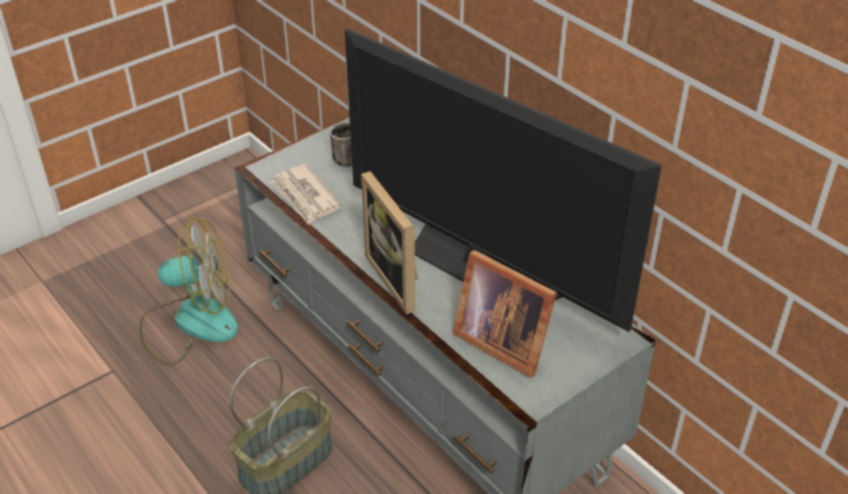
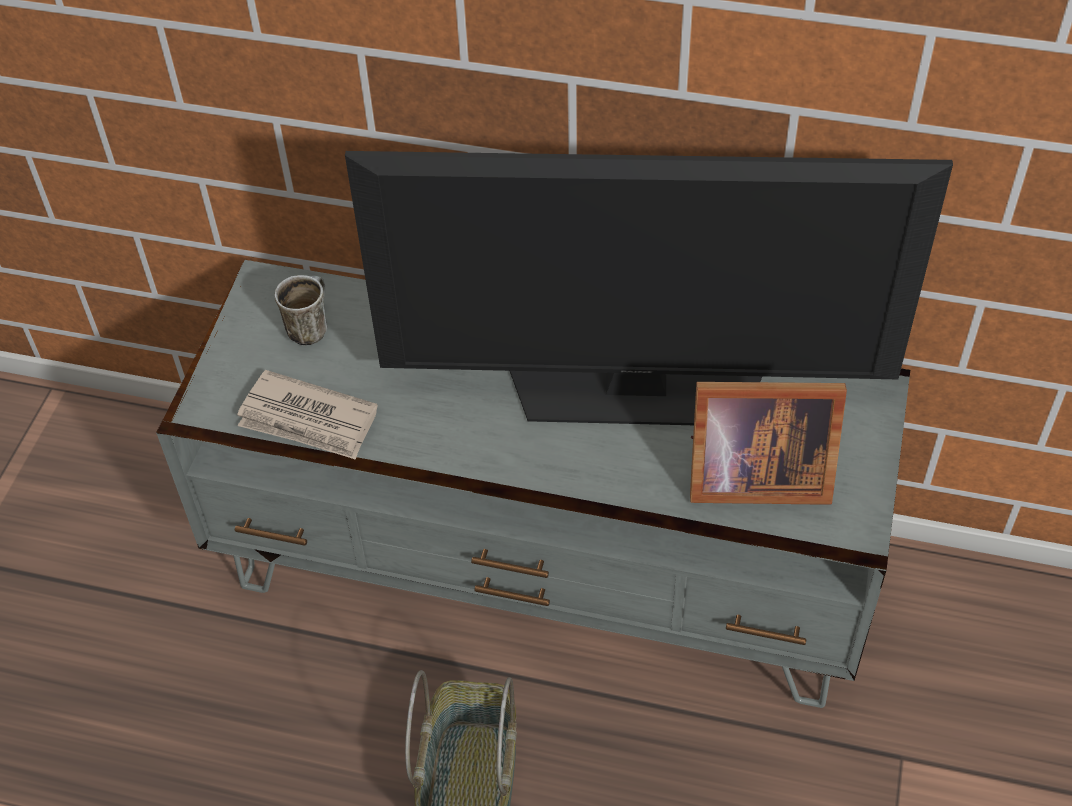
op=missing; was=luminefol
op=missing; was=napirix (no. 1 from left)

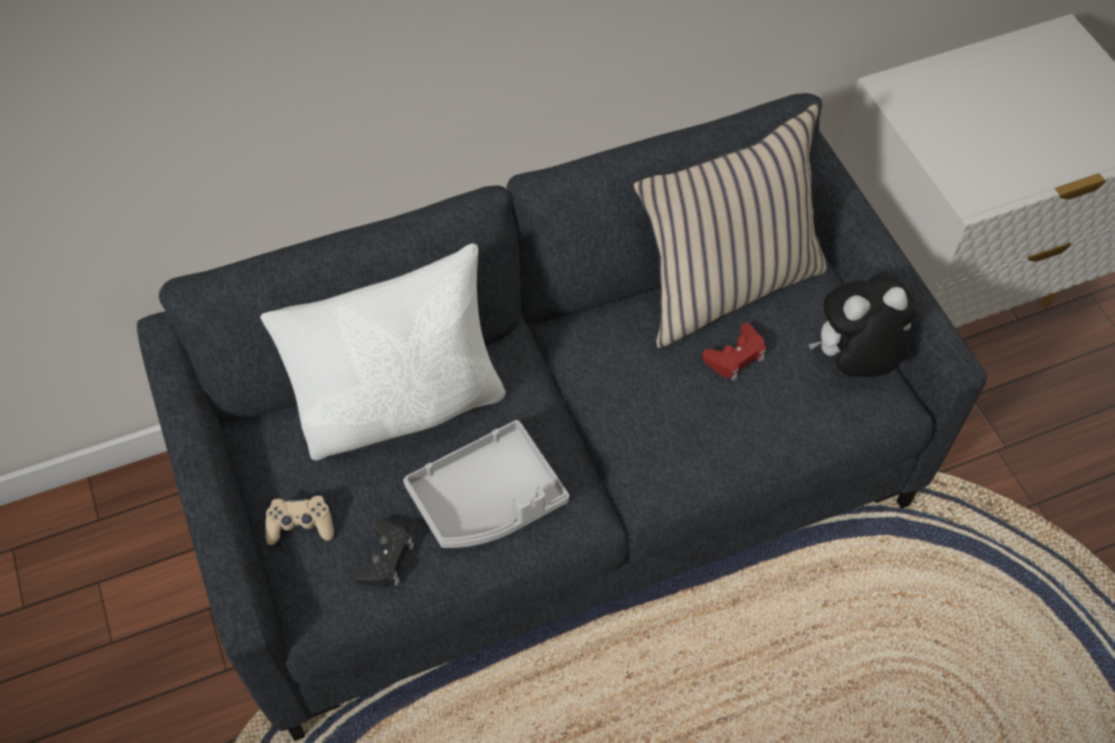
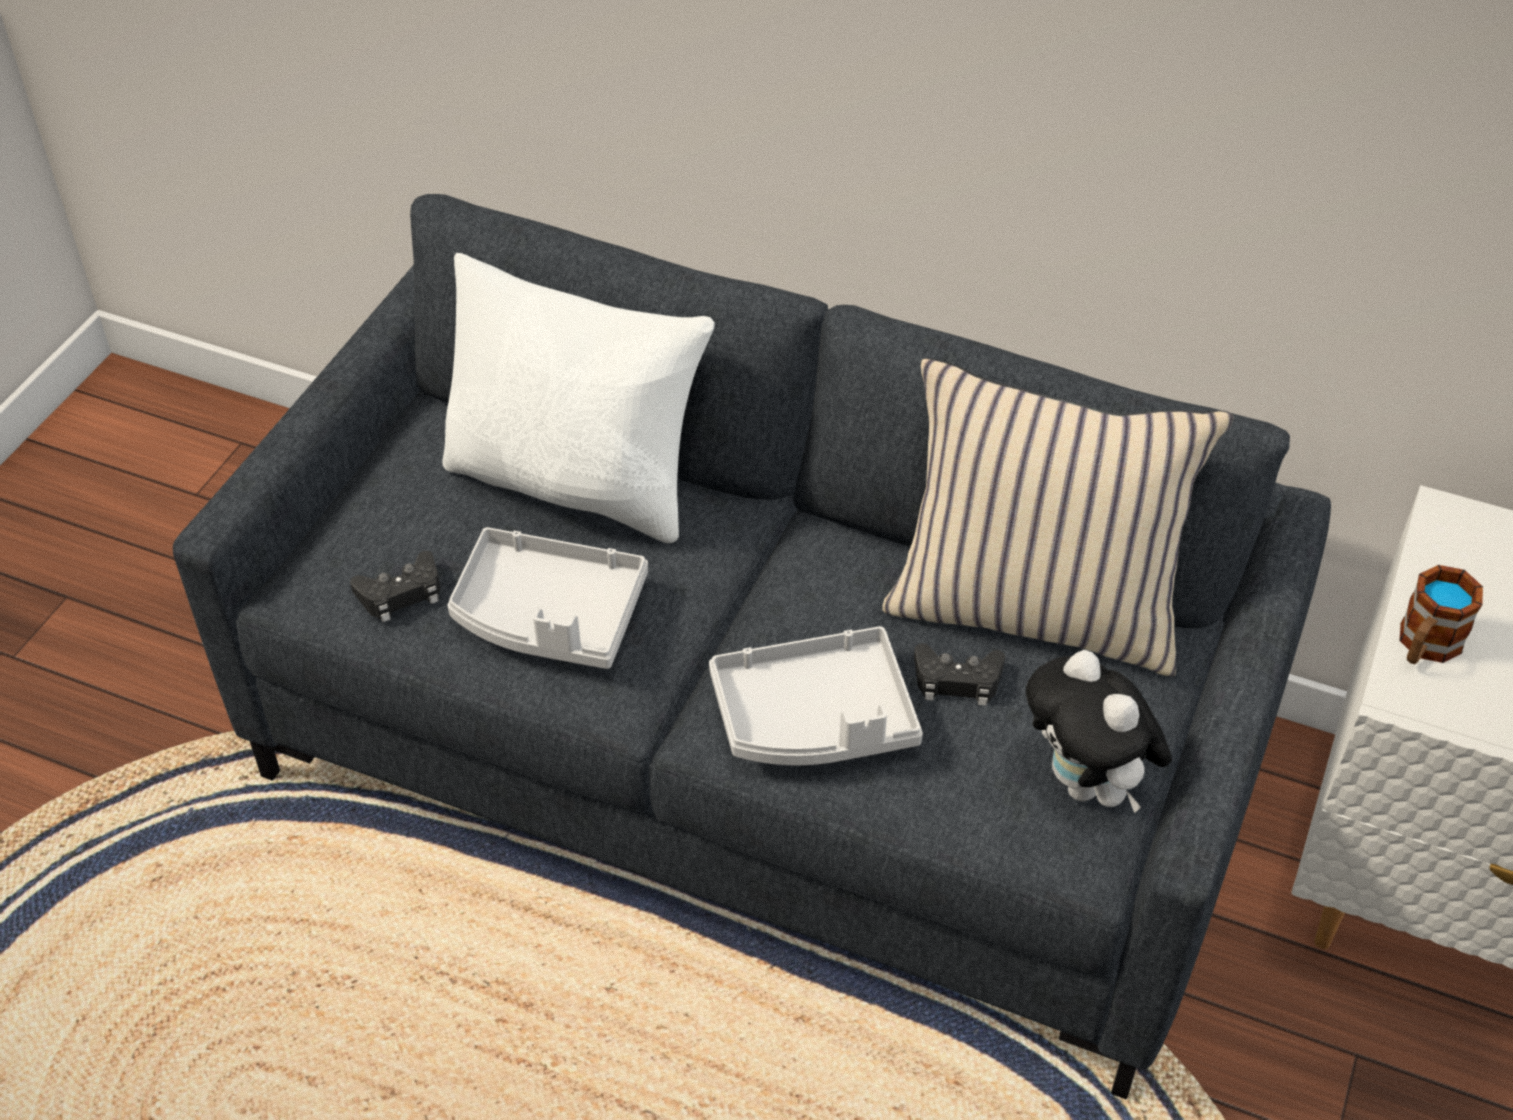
op=missing; was=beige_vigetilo
op=appeared; now=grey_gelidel (no. 2 from left)
op=appeared; now=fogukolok
op=colour; was=red_vigetilo; now=black_vigetilo (no. 2 from left)
op=spun; was=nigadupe; clockwise=-150

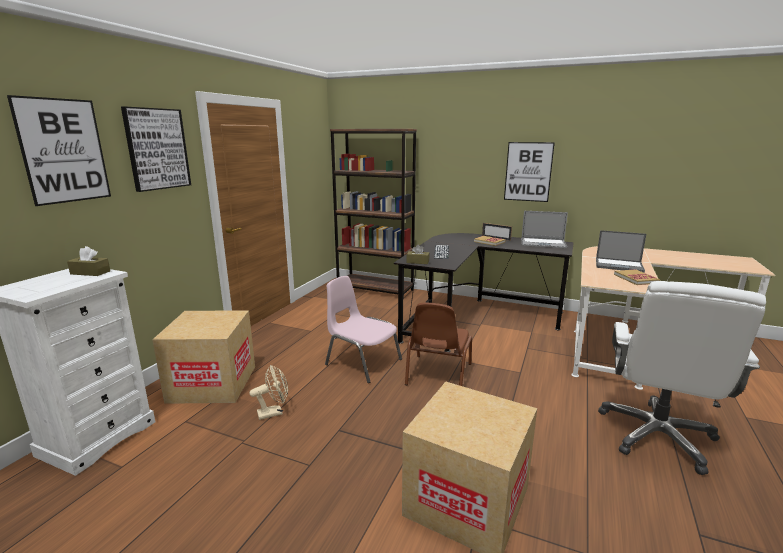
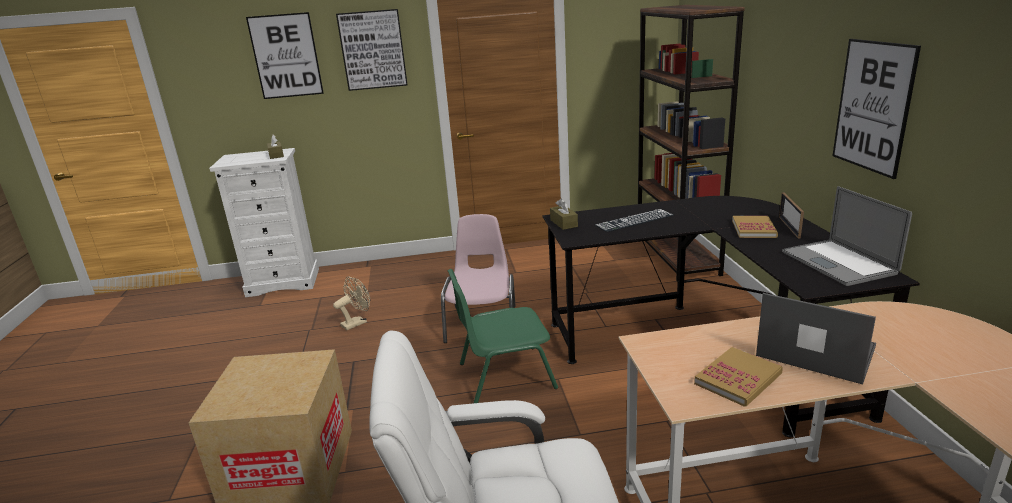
op=missing; was=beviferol (no. 1 from left)
op=colour; was=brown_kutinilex; now=green_kutinilex
op=spun; was=beige_luminefol; clockwise=-75
op=spun; was=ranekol (no. 2 from left in the first image); clockwise=135

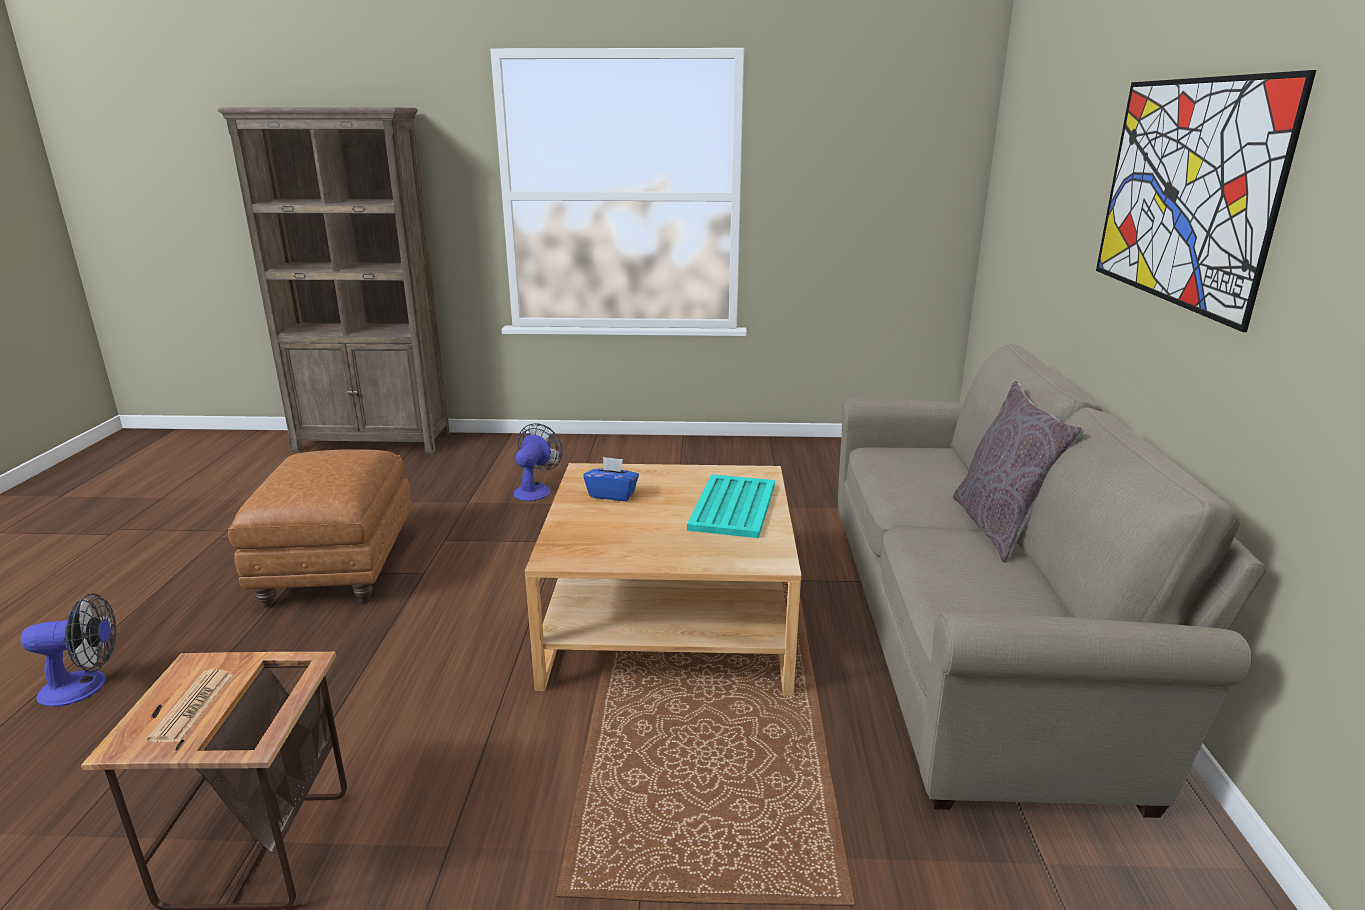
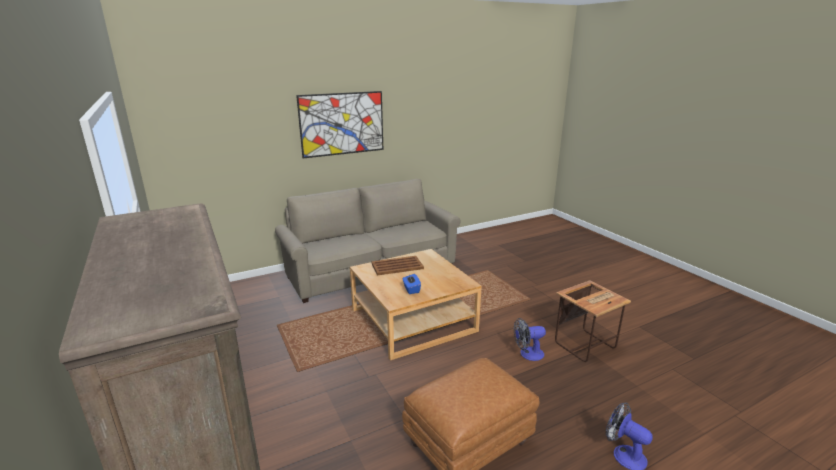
op=missing; was=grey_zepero
op=relocated; was=luminefol (no. 2 from left in the first image); now=luminefol (no. 1 from left)
op=colour; was=turquoise_gelidel; now=brown_gelidel

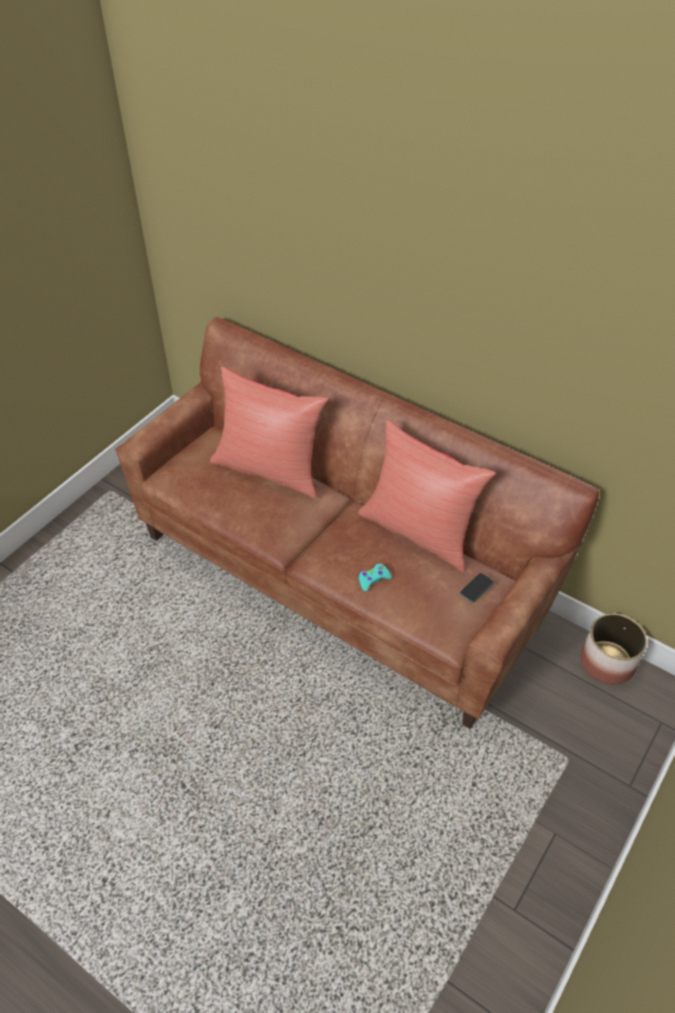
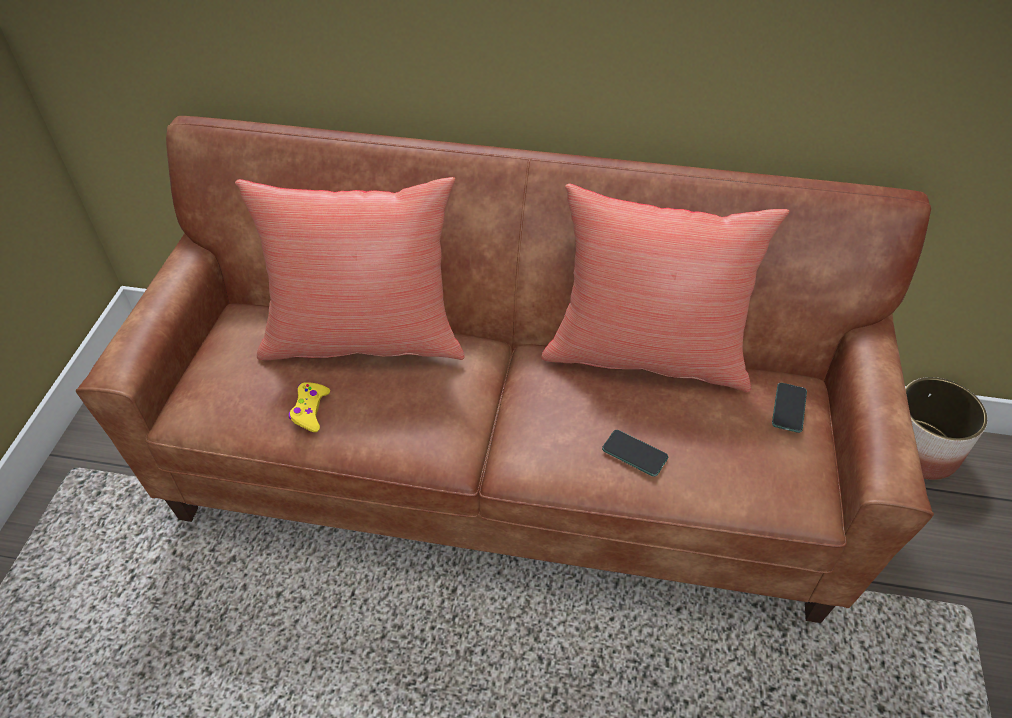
op=appeared; now=yellow_vigetilo
op=exchanged; was=turquoise_vigetilo; now=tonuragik (no. 1 from left)

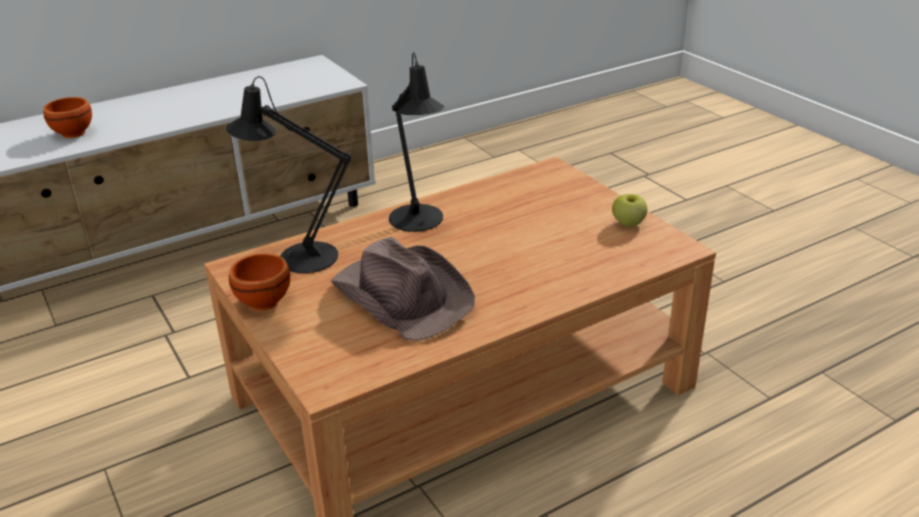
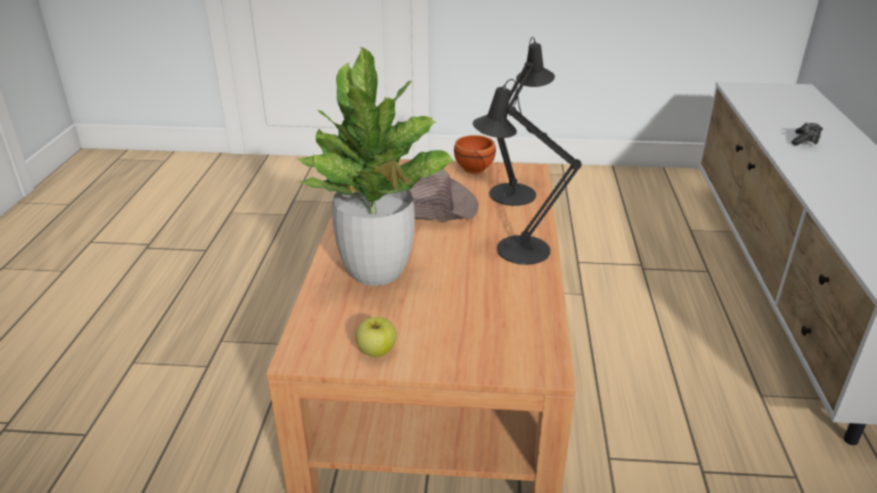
op=appeared; now=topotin
op=exchanged; was=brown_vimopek (no. 1 from left); now=vigetilo

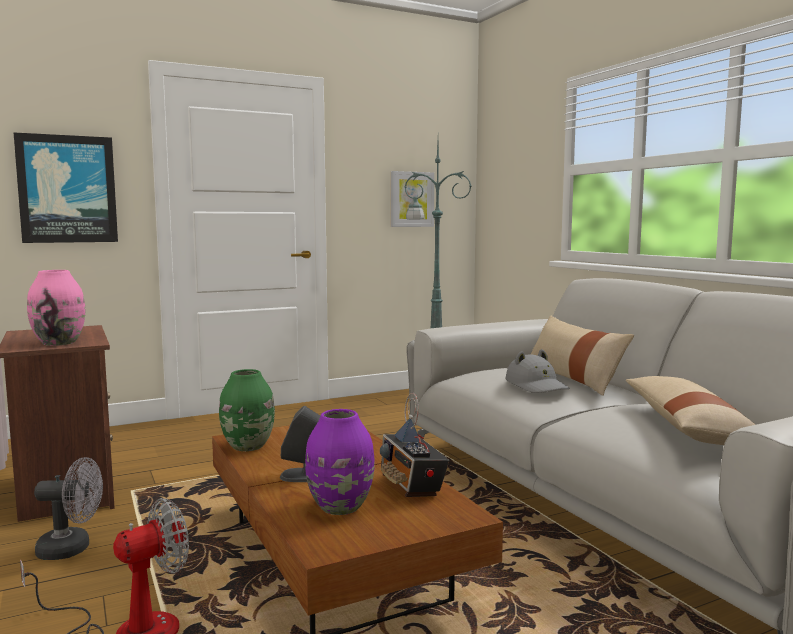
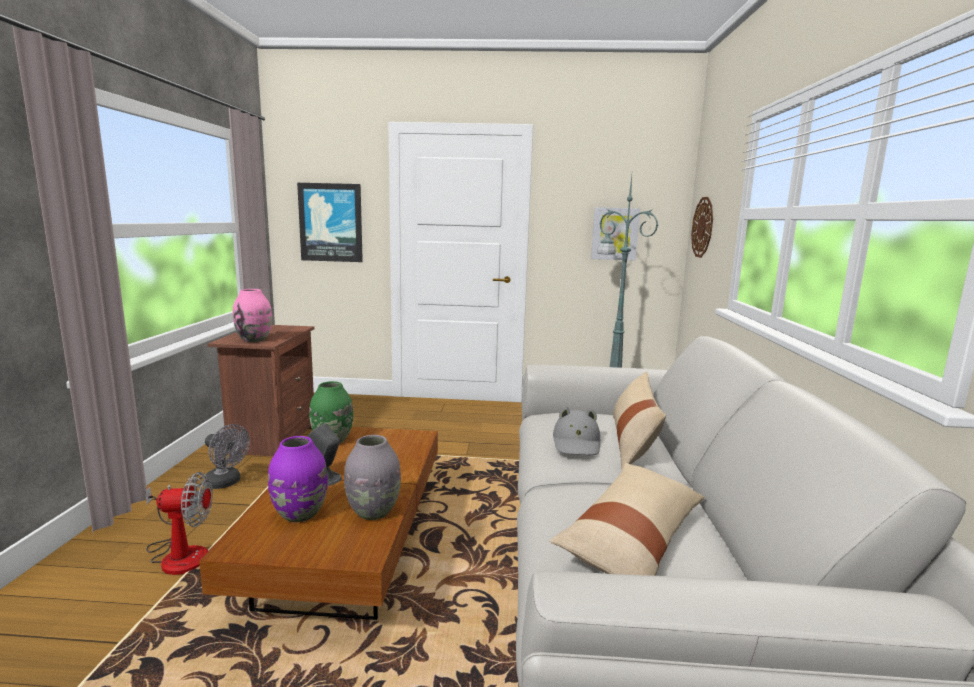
op=appeared; now=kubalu
op=exchanged; was=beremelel; now=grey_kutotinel

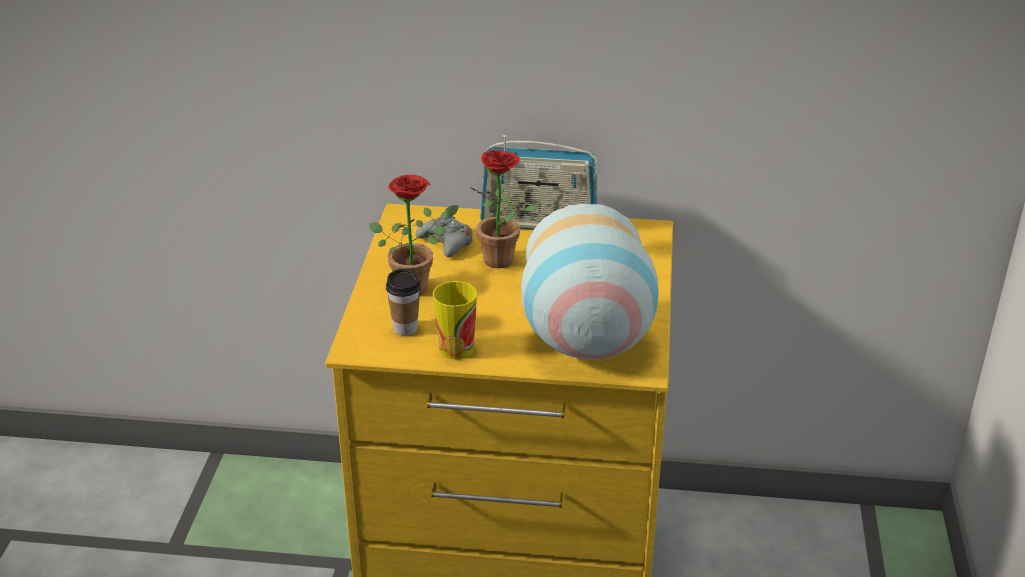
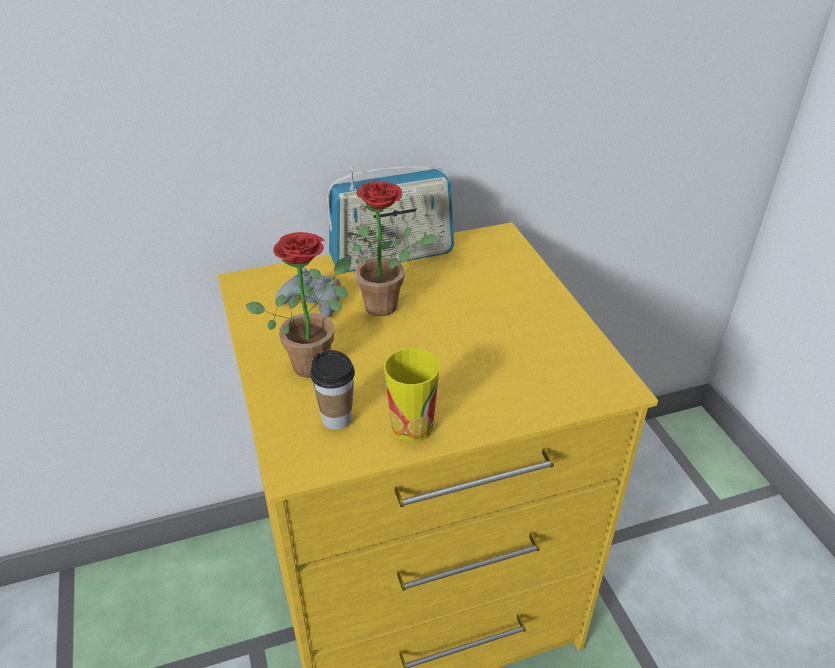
op=missing; was=kutotinel

